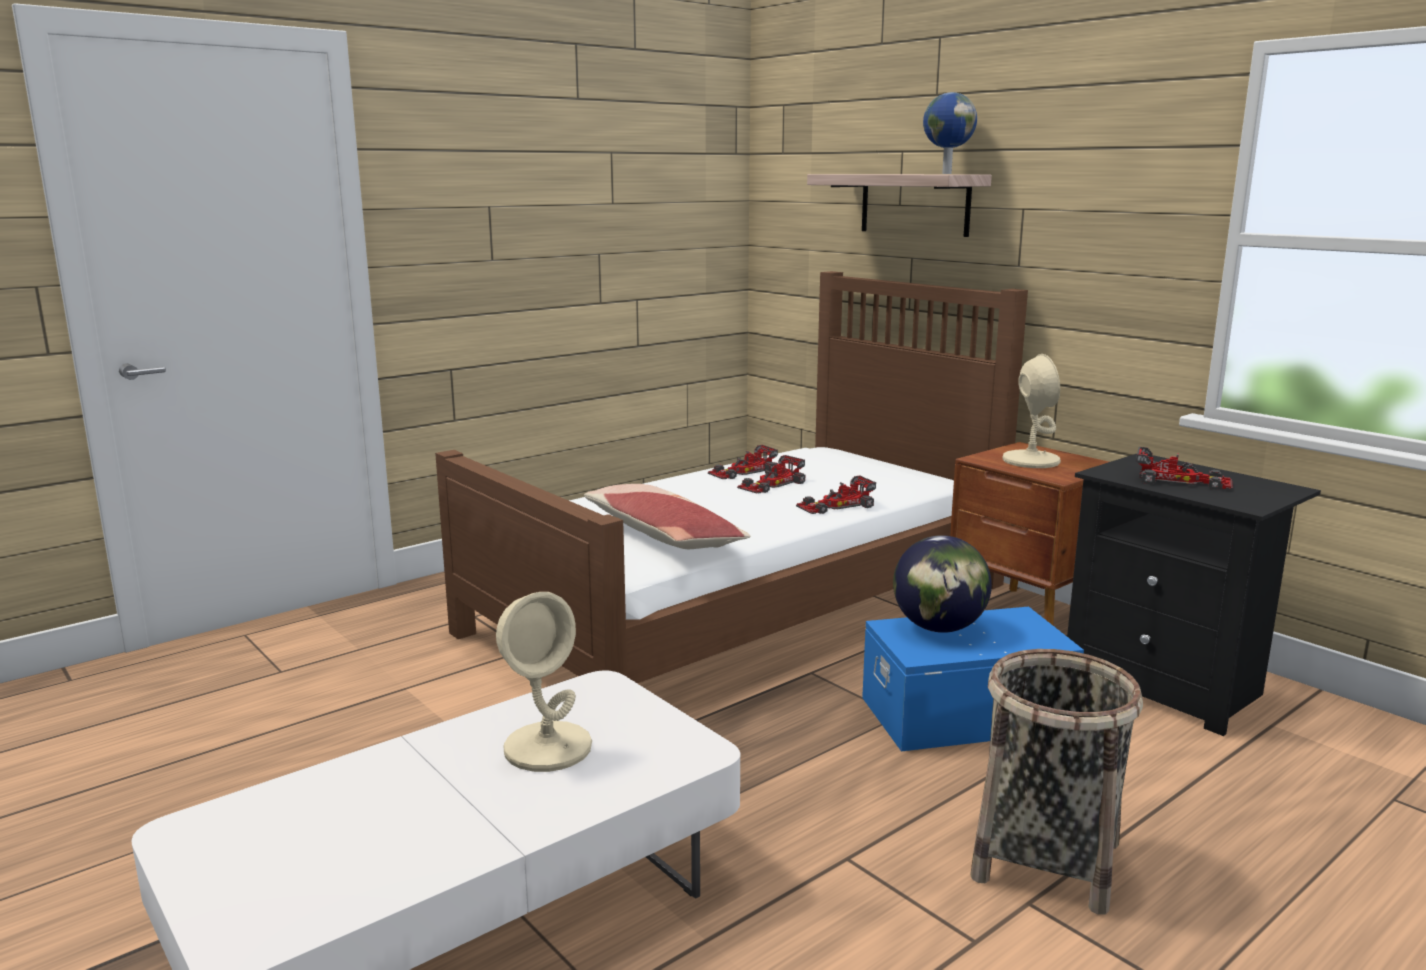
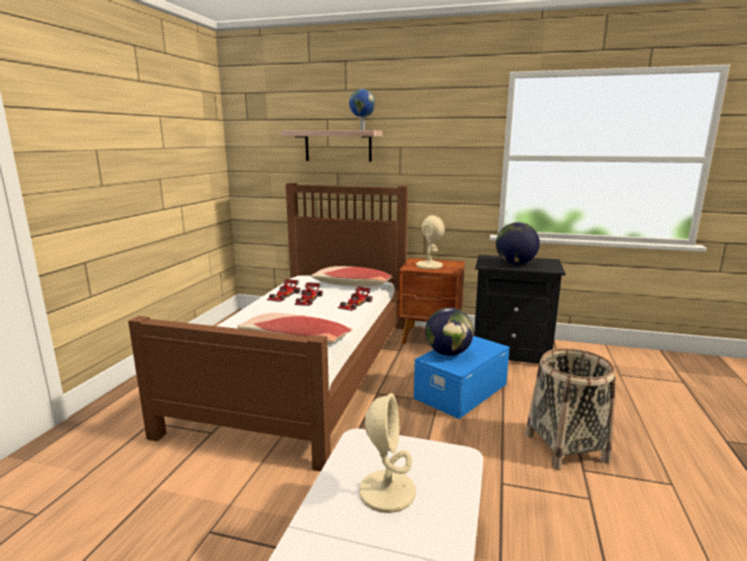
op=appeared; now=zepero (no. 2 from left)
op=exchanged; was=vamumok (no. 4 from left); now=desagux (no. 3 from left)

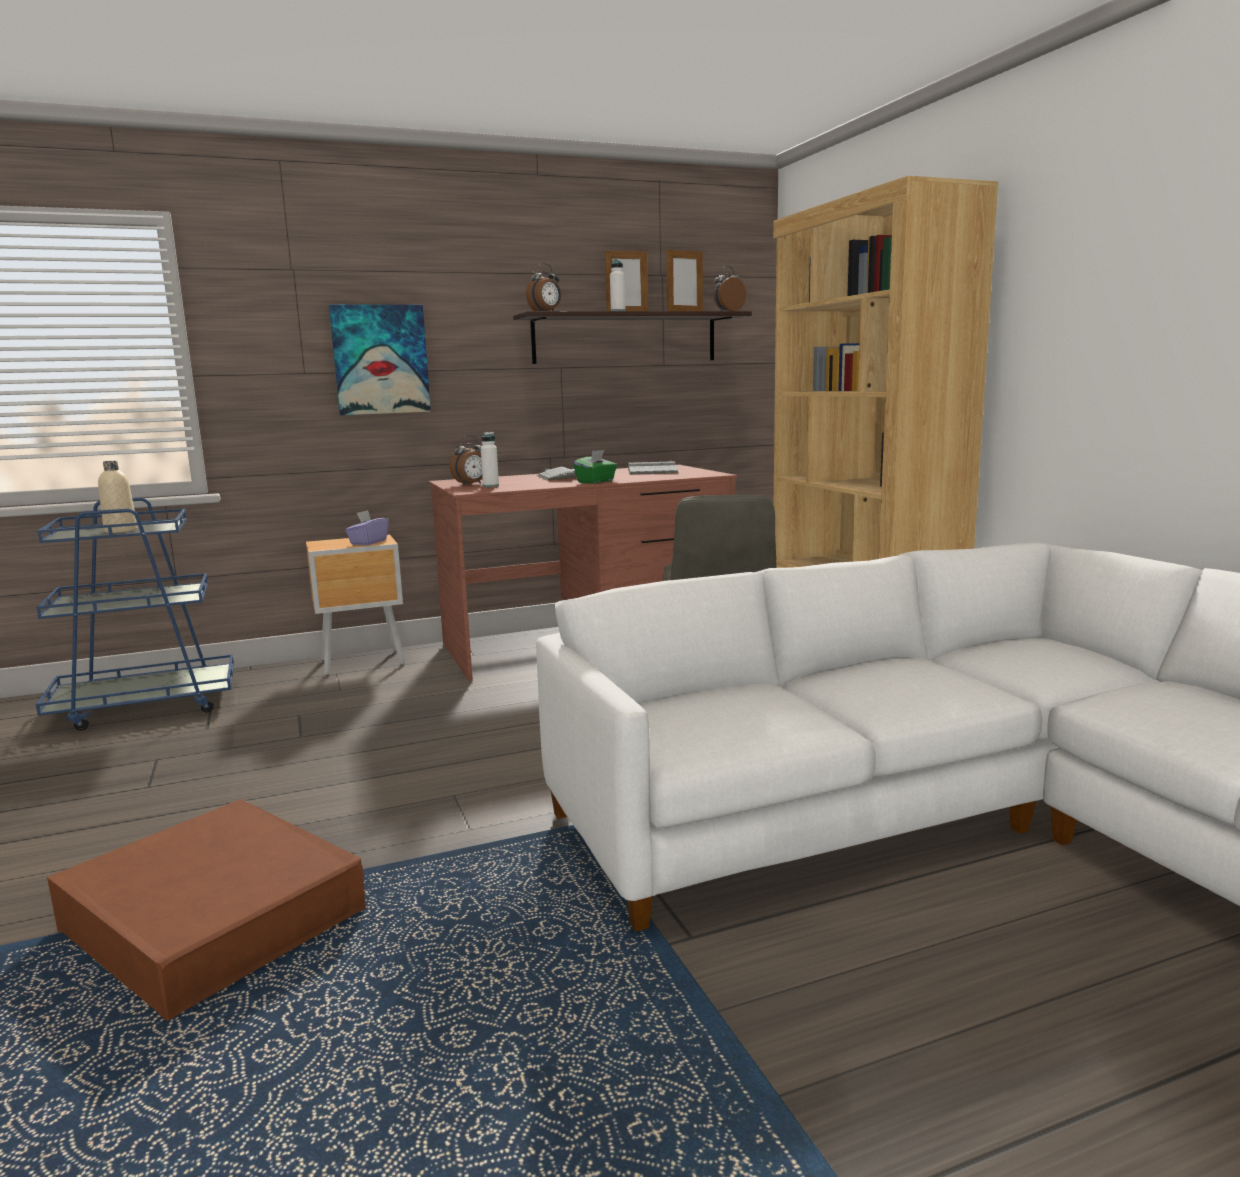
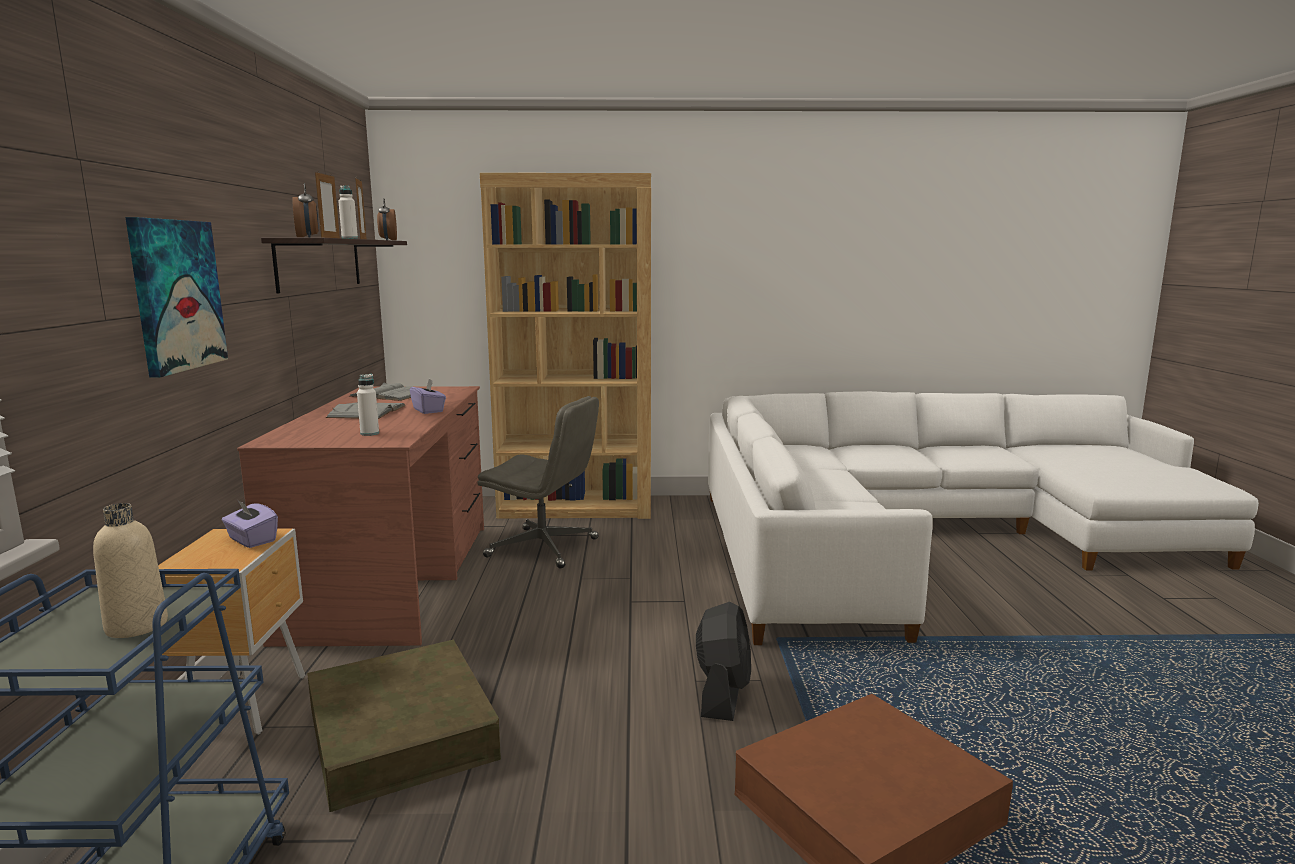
op=missing; was=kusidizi (no. 1 from left)
op=appeared; now=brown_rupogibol (no. 1 from left)
op=appeared; now=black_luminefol
op=colour; was=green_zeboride; now=purple_zeboride (no. 2 from left)

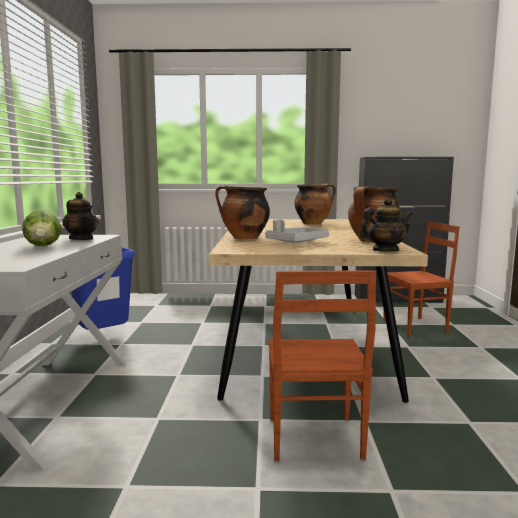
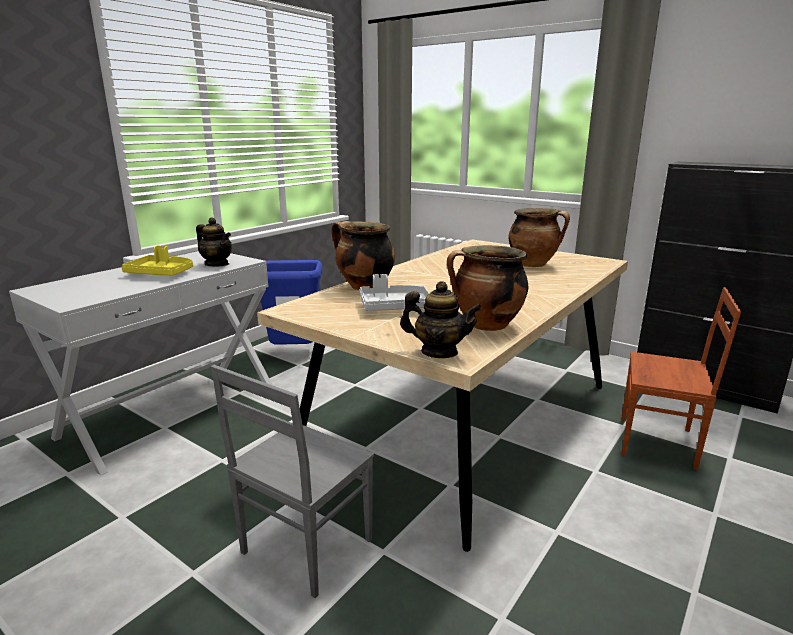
op=exchanged; was=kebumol; now=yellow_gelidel
op=colour; was=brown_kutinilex (no. 1 from left); now=grey_kutinilex
op=spun; was=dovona (no. 1 from left); clockwise=-45

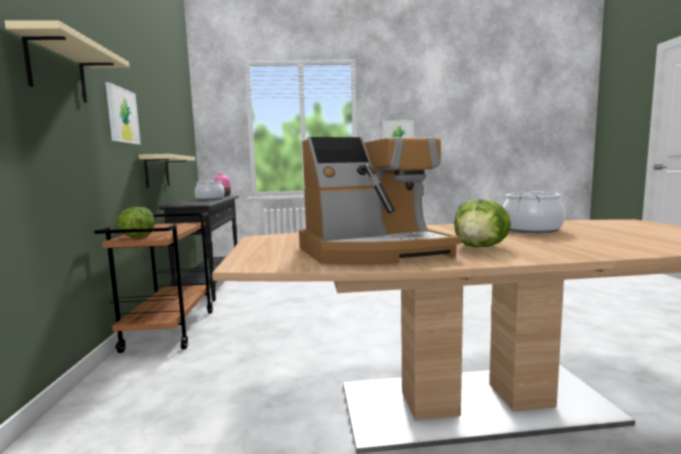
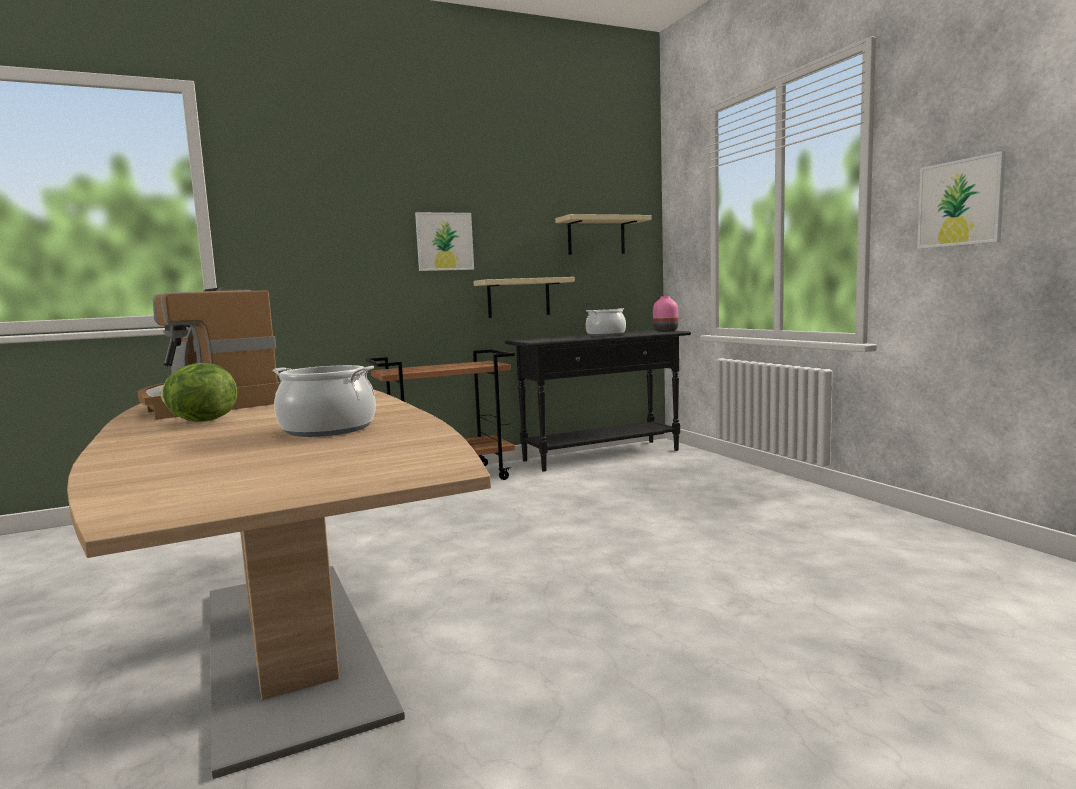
op=missing; was=kebumol (no. 1 from left)
op=relocated; was=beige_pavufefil (no. 1 from left in the first image); now=beige_pavufefil (no. 2 from left)

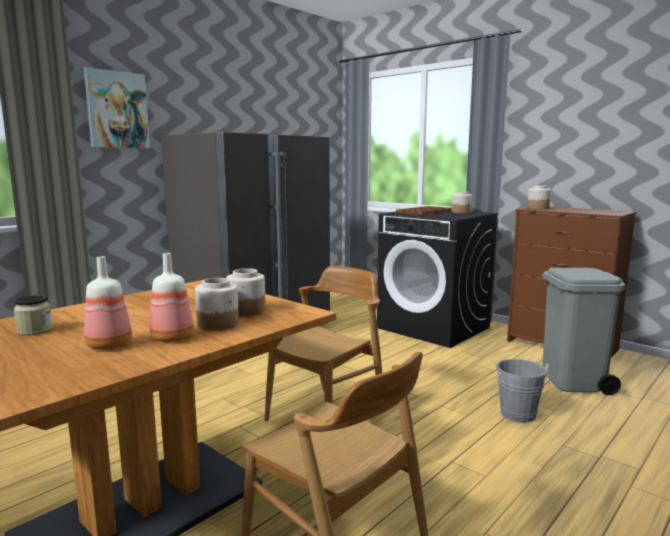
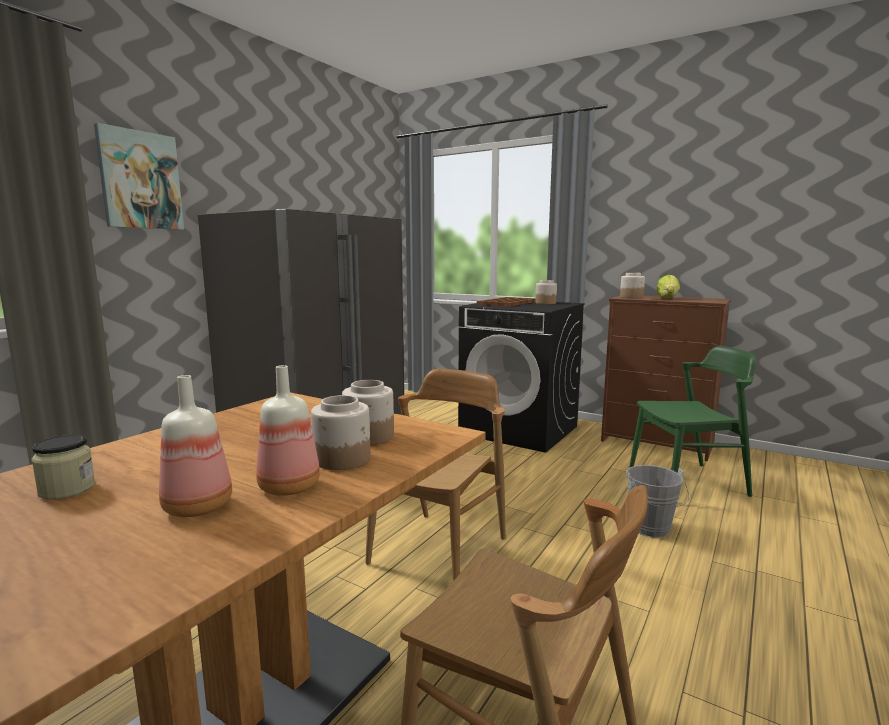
op=appeared; now=kebumol
op=exchanged; was=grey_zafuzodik; now=green_kutinilex

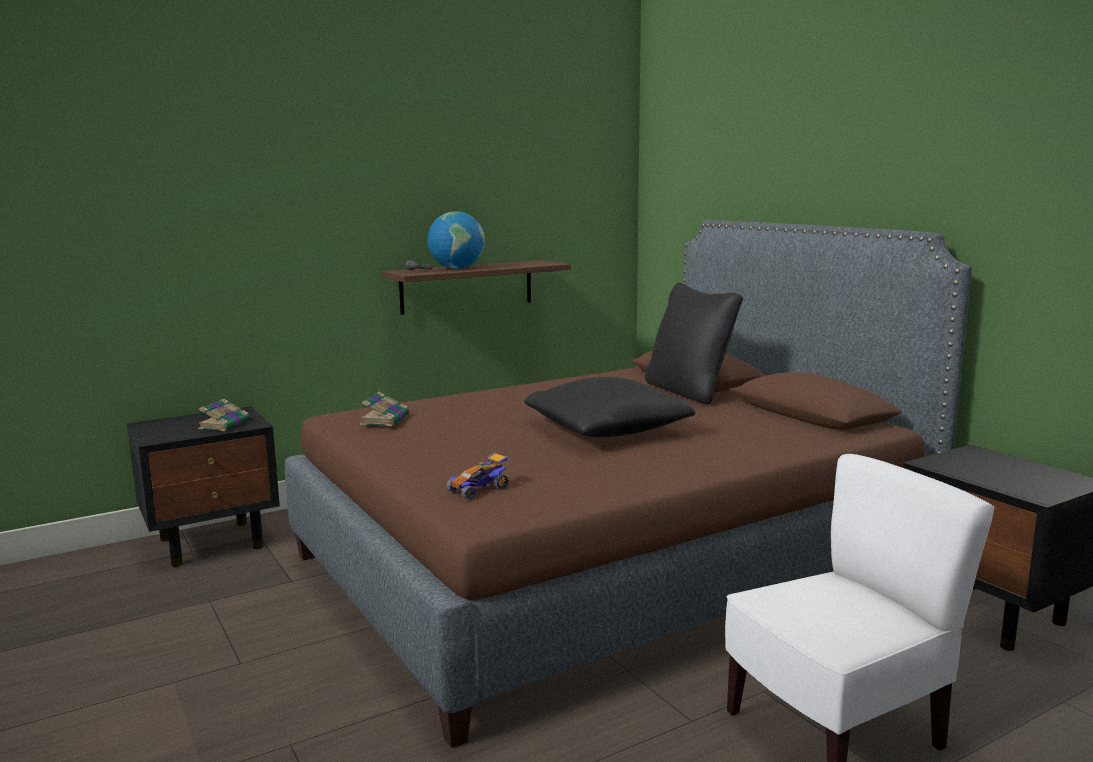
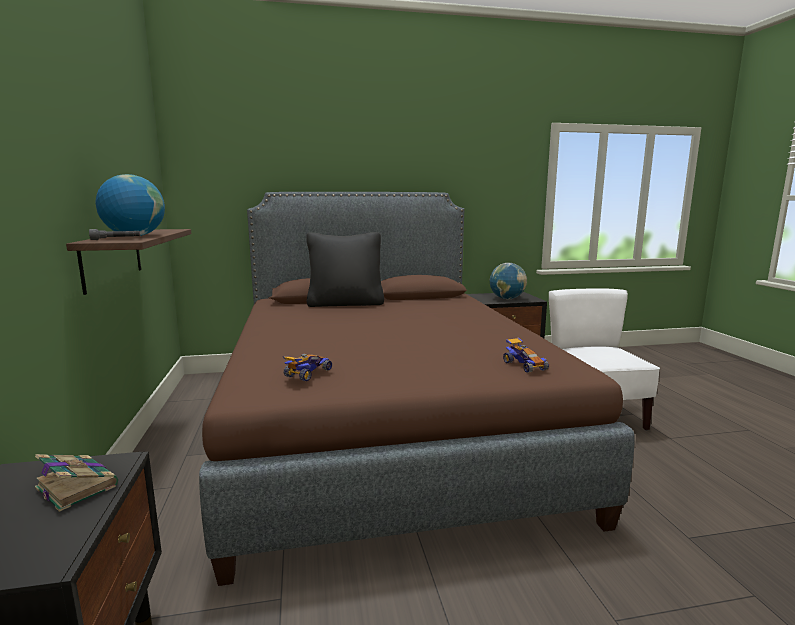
op=missing; was=black_zepero (no. 1 from left)
op=appeared; now=desagux (no. 2 from left)
op=exchanged; was=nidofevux (no. 2 from left); now=vamumok (no. 1 from left)

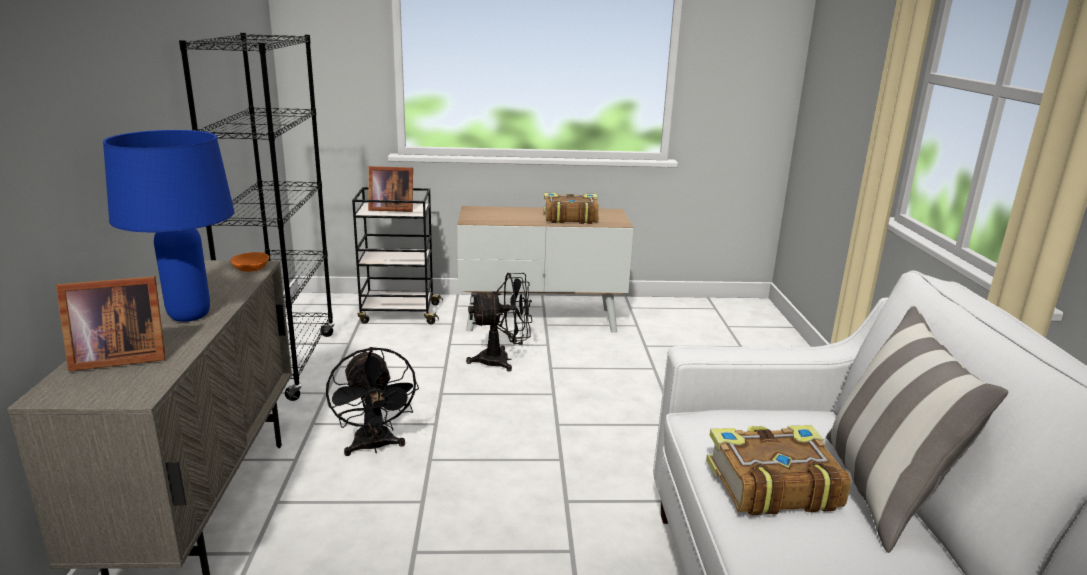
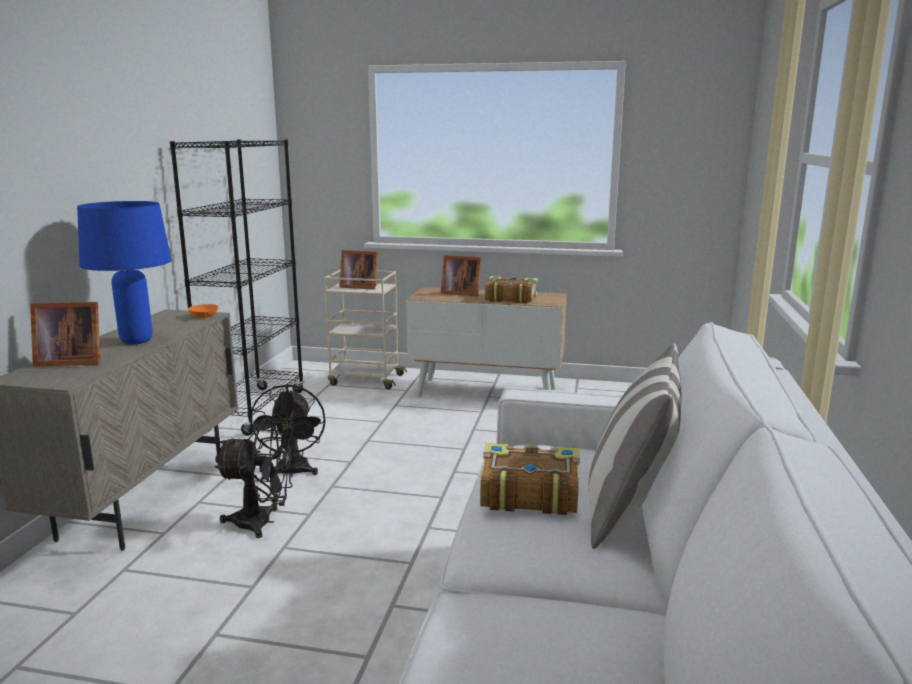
op=appeared; now=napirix (no. 3 from left)
op=relocated; was=black_luminefol (no. 2 from left in the first image); now=black_luminefol (no. 1 from left)
op=colour; was=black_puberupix; now=beige_puberupix

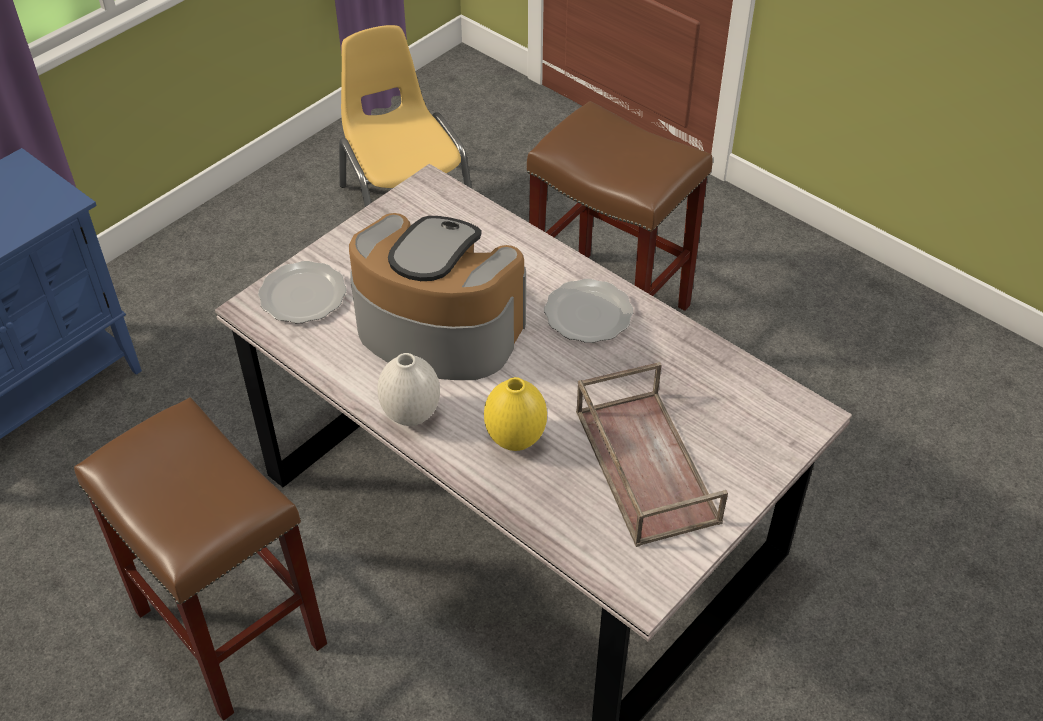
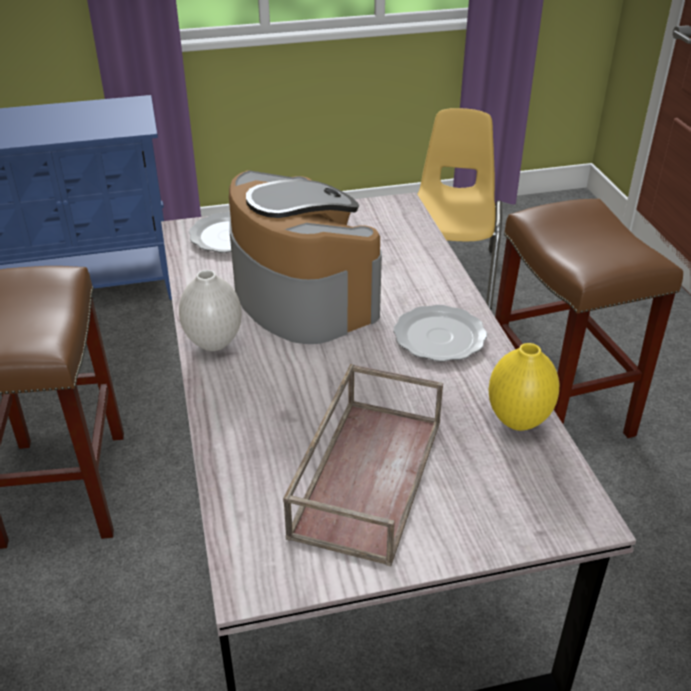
op=relocated; was=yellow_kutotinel

